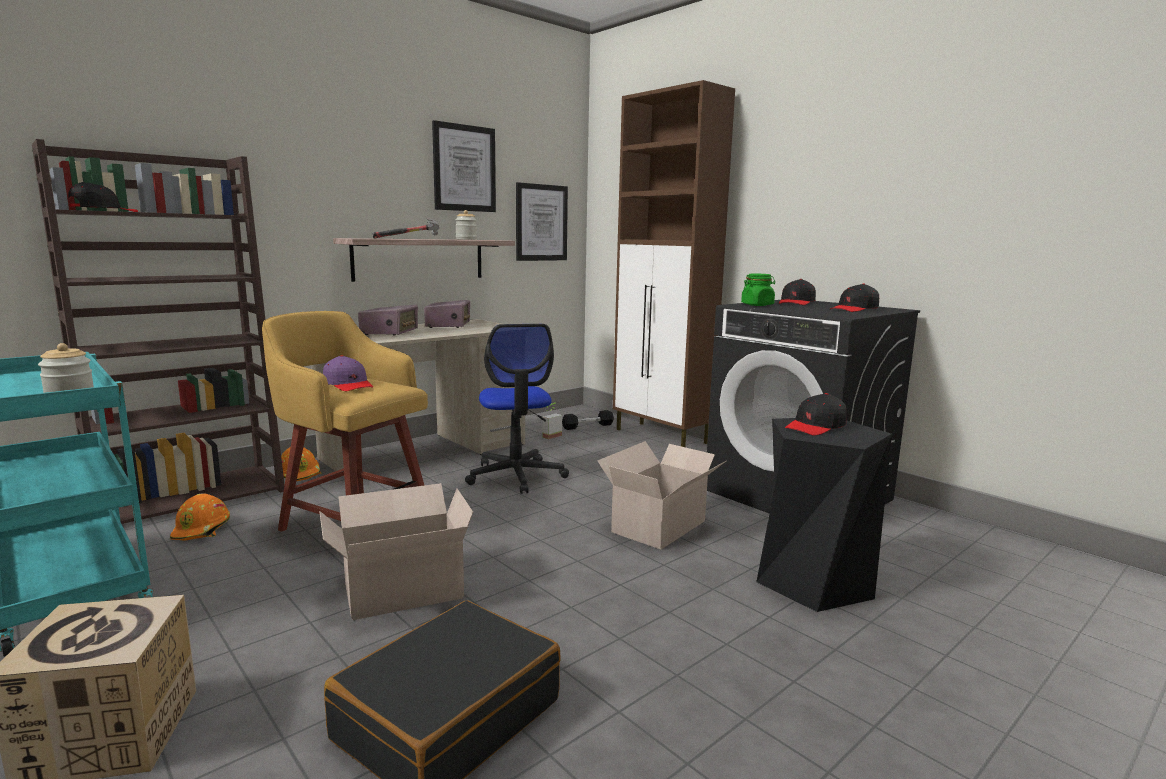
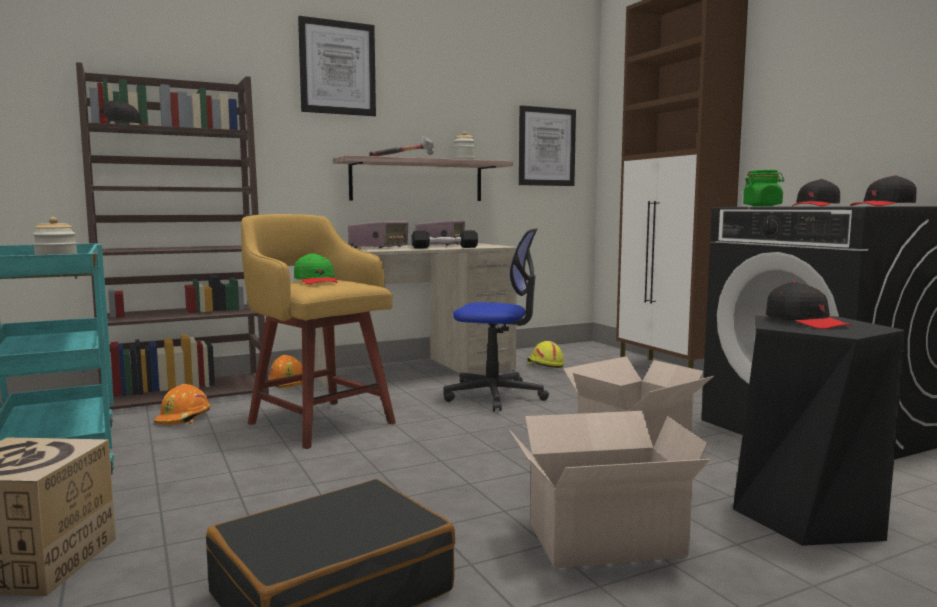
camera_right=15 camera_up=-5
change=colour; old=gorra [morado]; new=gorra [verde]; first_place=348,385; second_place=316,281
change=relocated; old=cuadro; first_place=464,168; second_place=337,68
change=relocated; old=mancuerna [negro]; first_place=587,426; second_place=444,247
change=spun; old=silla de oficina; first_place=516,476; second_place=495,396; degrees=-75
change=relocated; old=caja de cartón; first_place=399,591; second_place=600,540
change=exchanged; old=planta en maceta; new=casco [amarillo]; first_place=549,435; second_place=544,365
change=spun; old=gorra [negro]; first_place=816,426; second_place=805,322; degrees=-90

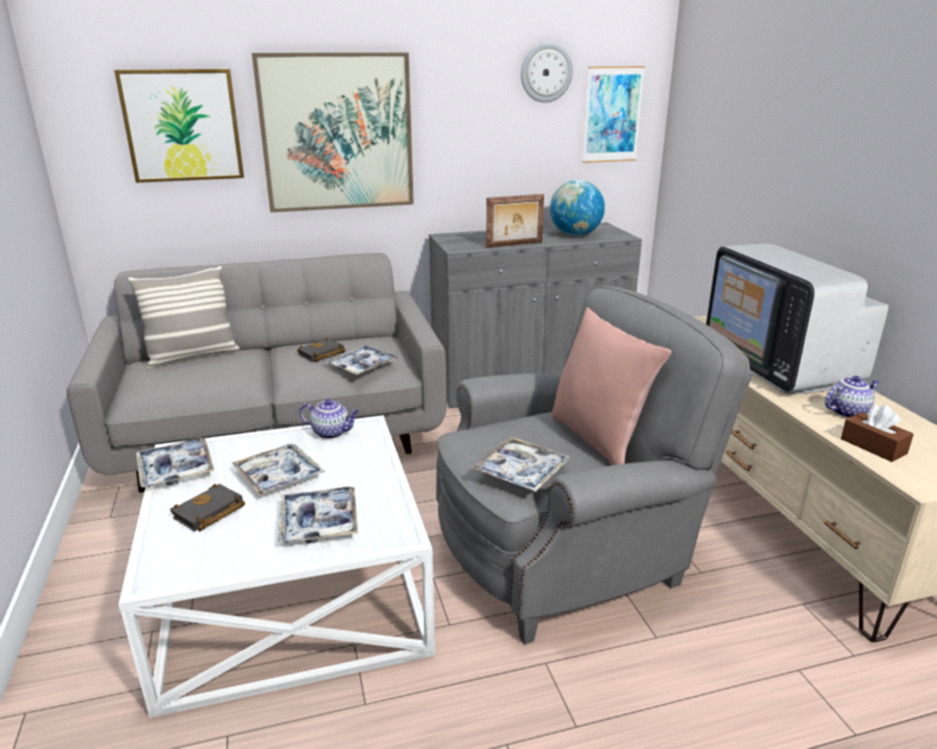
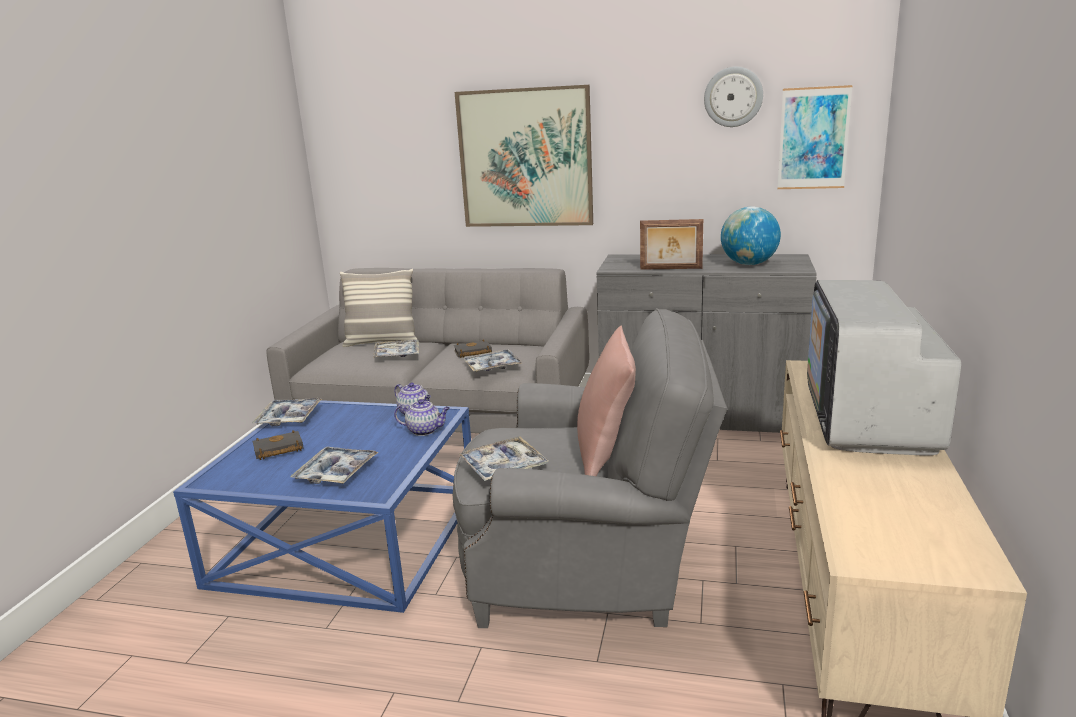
camera_right=30 camera_up=-5
change=colour; old=mesa de centro [blanco]; new=mesa de centro [azul]; first_place=291,589; second_place=350,535
change=relocated; old=bandeja; first_place=279,476; second_place=397,354
change=relocated; old=tetera; first_place=847,411; second_place=425,430
change=missing; old=cuadro; first_place=182,125
change=missing; old=caja de pañuelos [marrón]; first_place=873,446

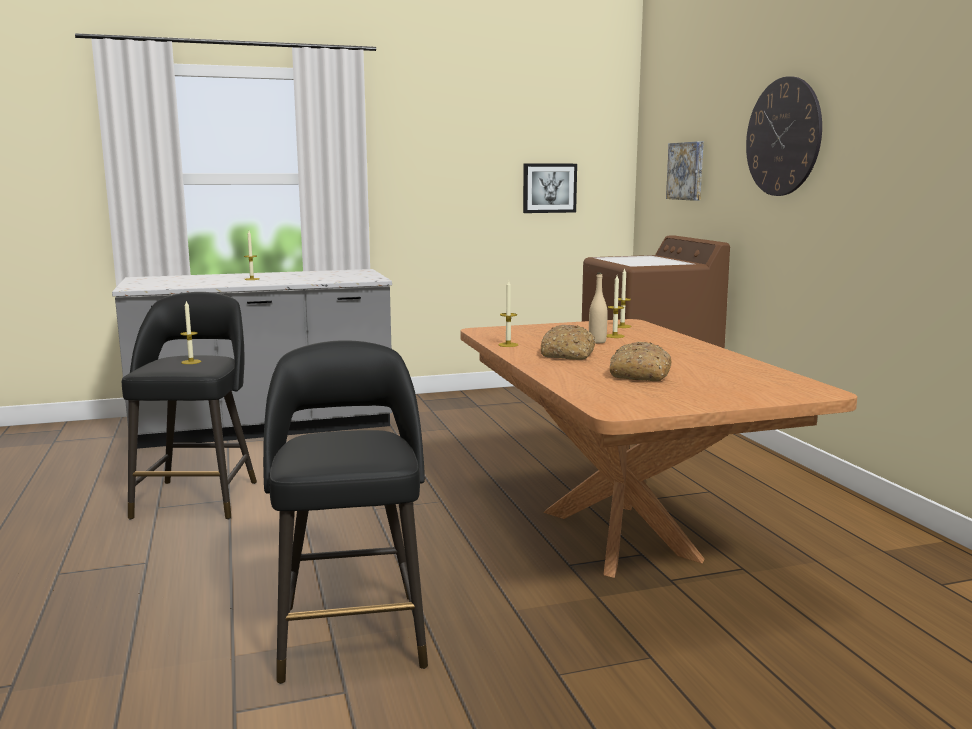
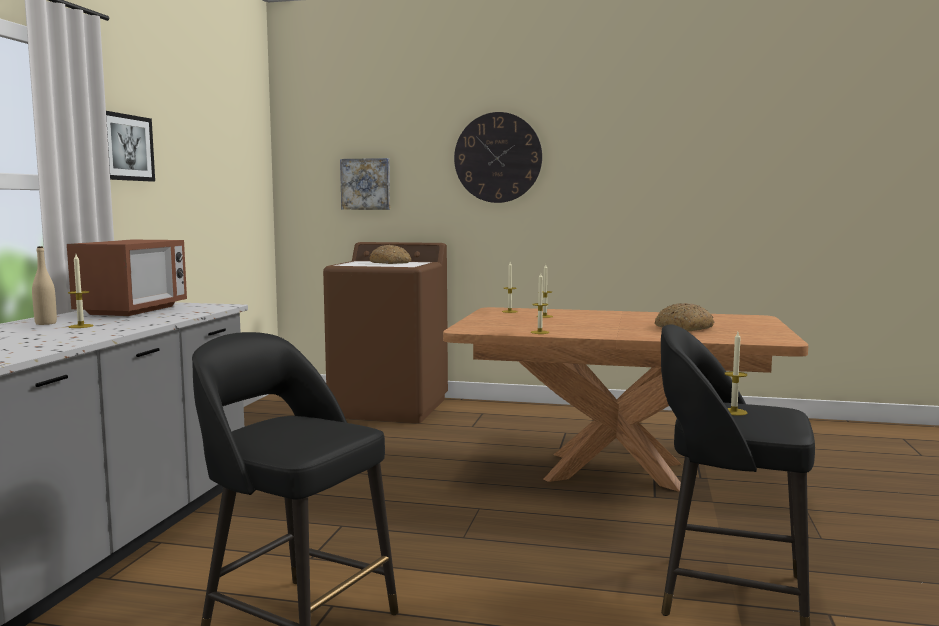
camera_right=-60 camera_up=-5
change=relocated; old=botella [beis]; first_place=597,342; second_place=46,323
change=appeared; new=microondas; second_place=133,310
change=relocated; old=cuadro; first_place=549,188; second_place=125,147
change=relocated; old=pan; first_place=568,354; second_place=390,263
change=relocated; old=vela; first_place=191,362; second_place=734,412

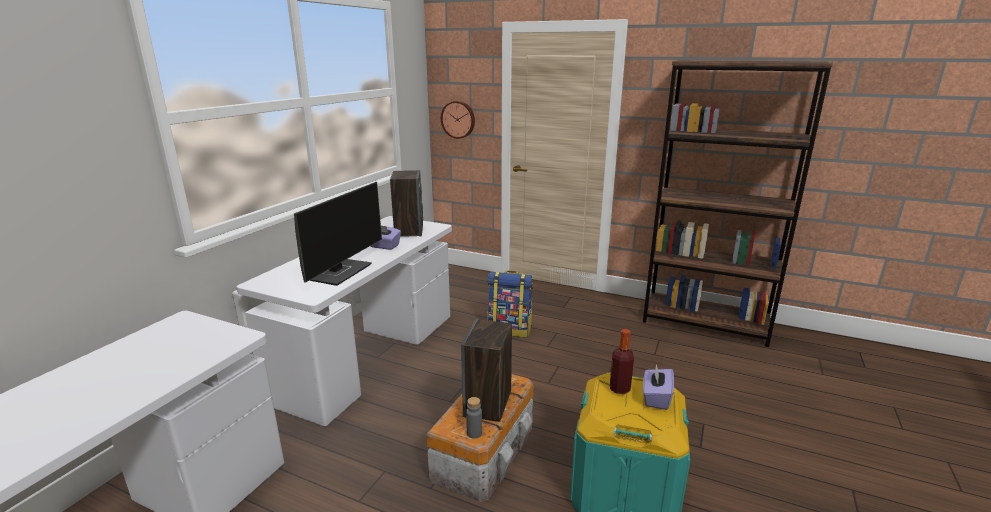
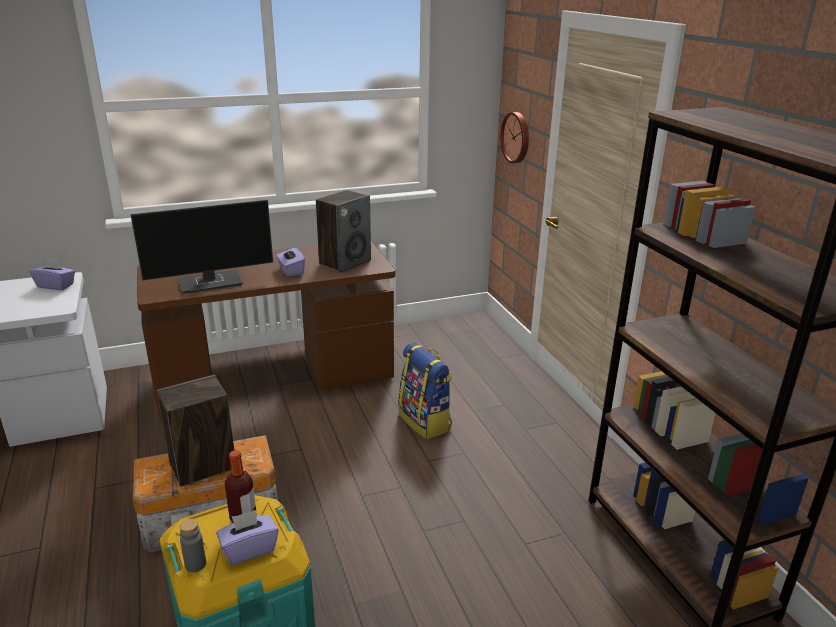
camera_right=45 camera_up=5
change=appeared; new=caja de pañuelos [morado]; second_place=56,285
change=colour; old=escritorio [blanco]; new=escritorio [marrón]; first_place=370,356; second_place=276,380
change=relocated; old=botella [gris]; first_place=474,433; second_place=195,564

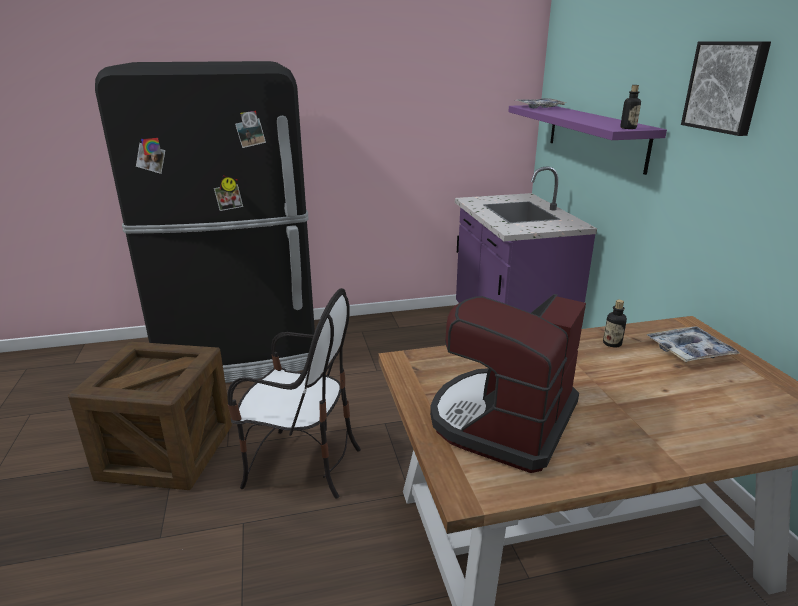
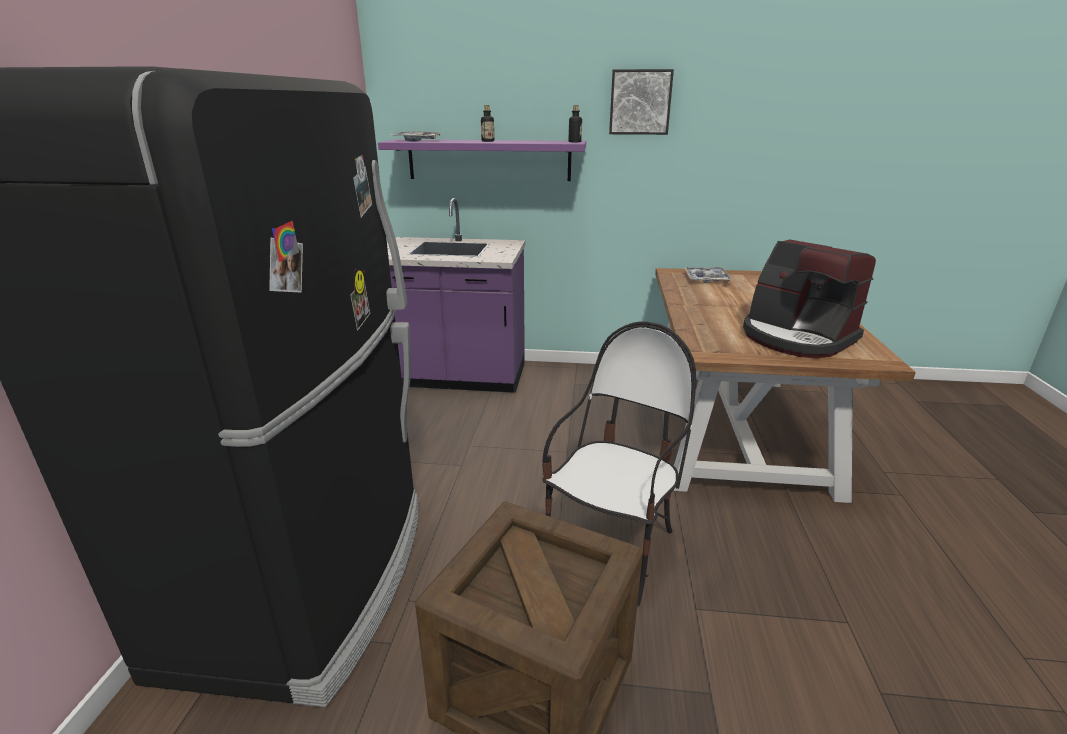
camera_right=-70 camera_up=0
change=relocated; old=botella; first_place=612,343; second_place=488,141

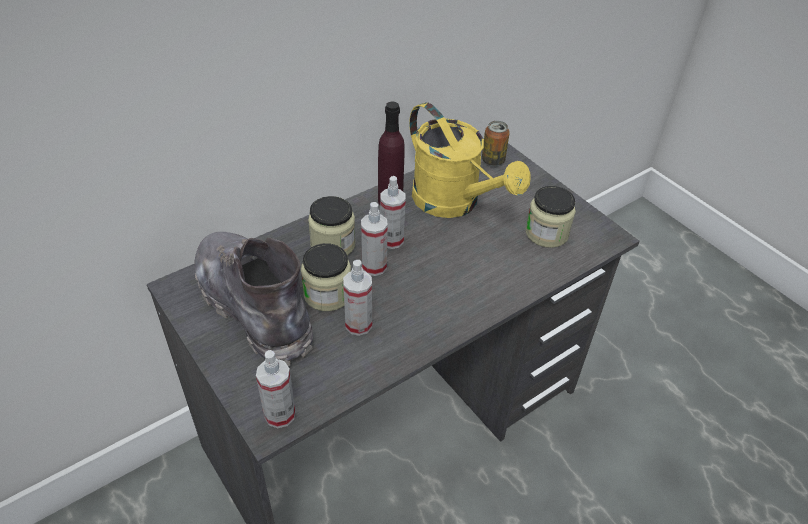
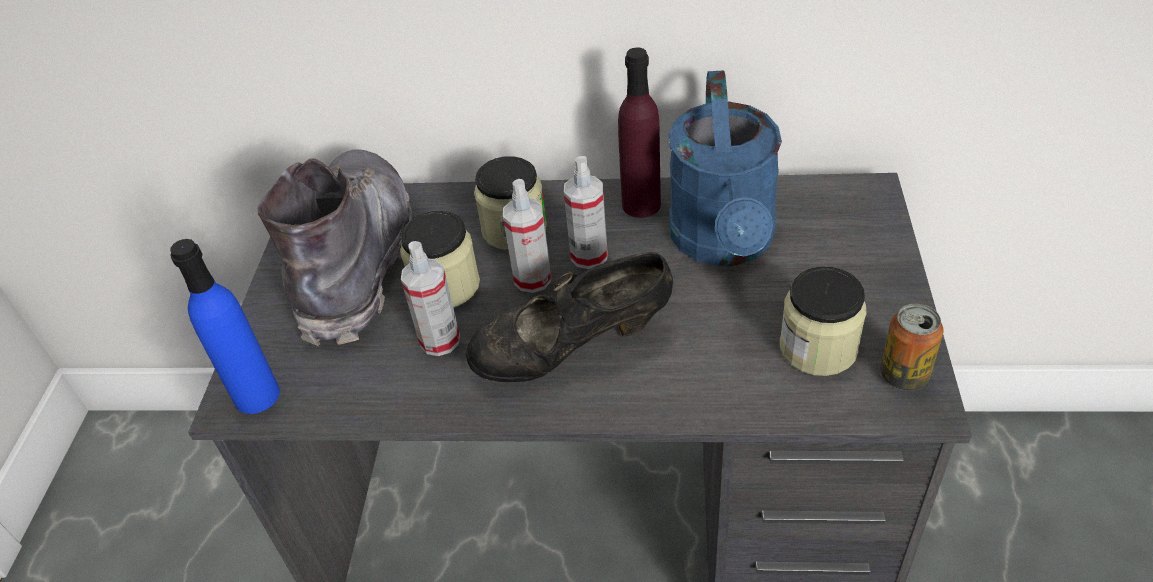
camera_right=45 camera_up=0
change=exchanged; old=pulverizador; new=botella [azul]; first_place=280,414; second_place=257,395
change=appeared; new=zapato [negro]; second_place=572,350
change=colour; old=regadera [amarillo]; new=regadera [azul]; first_place=454,203; second_place=725,244
change=relocated; old=lata; first_place=493,160; second_place=904,375

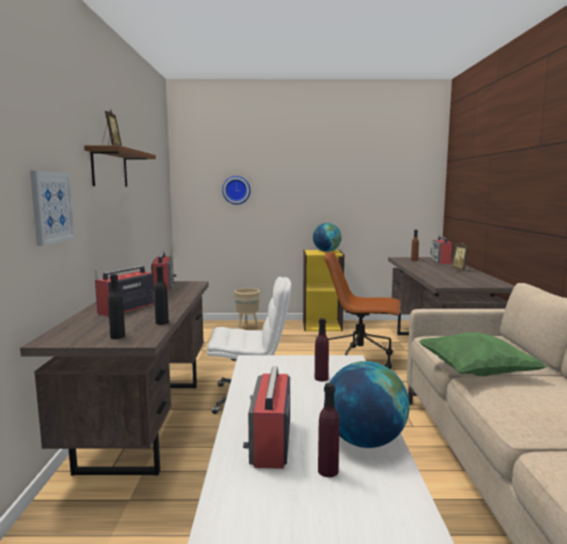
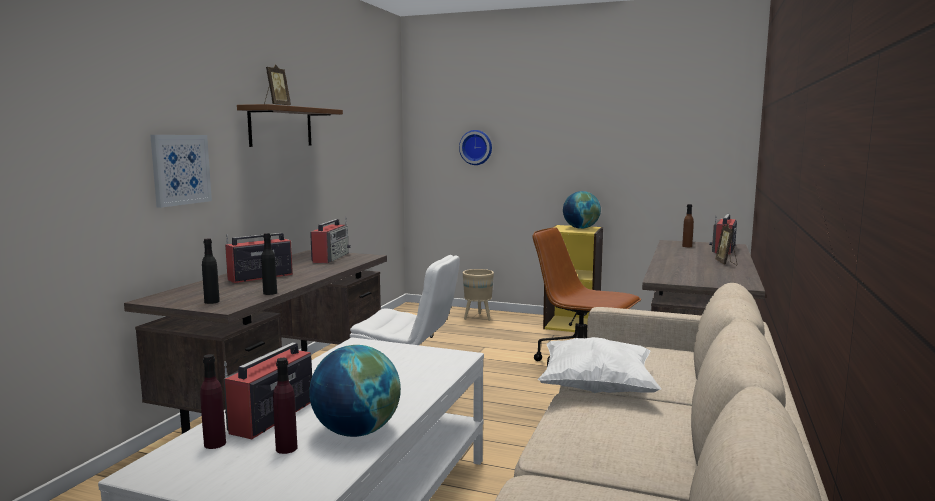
camera_right=20 camera_up=0
change=relocated; old=botella [morado]; first_place=321,378; second_place=215,444
change=colour; old=cojín [verde]; new=cojín [blanco]; first_place=476,372; second_place=597,389

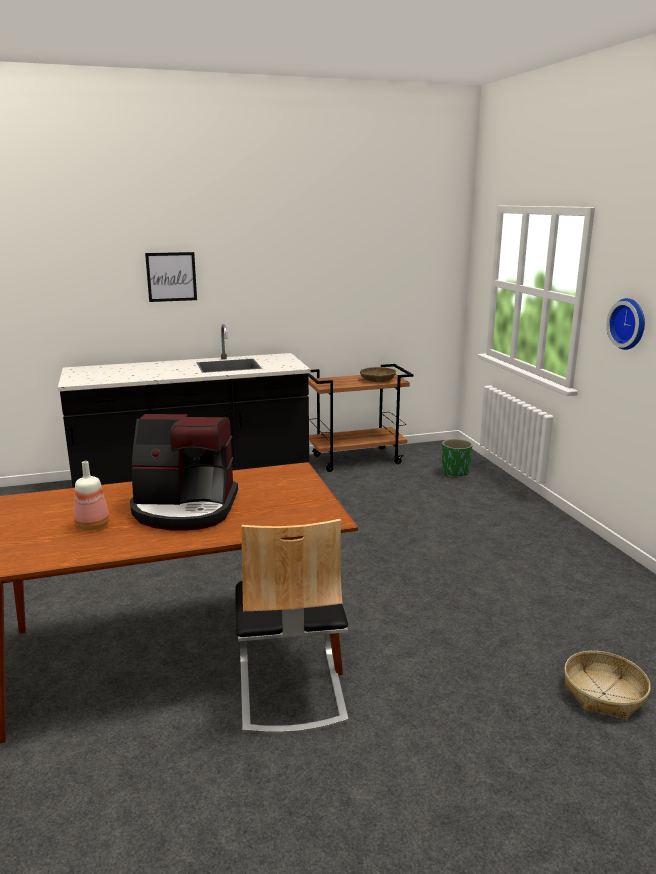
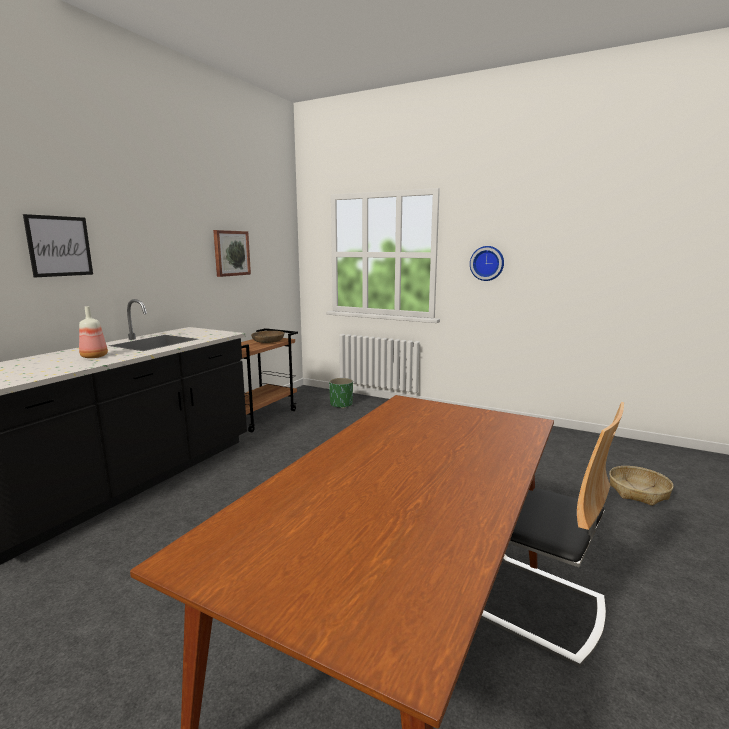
camera_right=-45 camera_up=-5
change=relocated; old=botella; first_place=93,526; second_place=95,356
change=appeared; new=cuadro; second_place=231,253
change=missing; old=cafetera; first_place=185,509

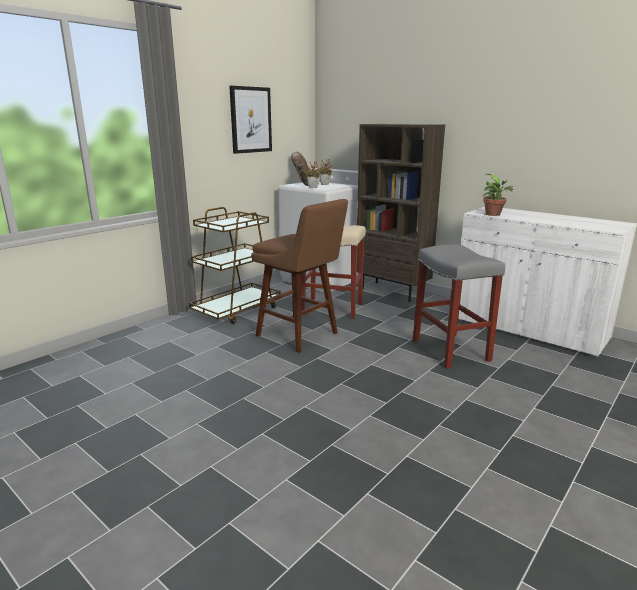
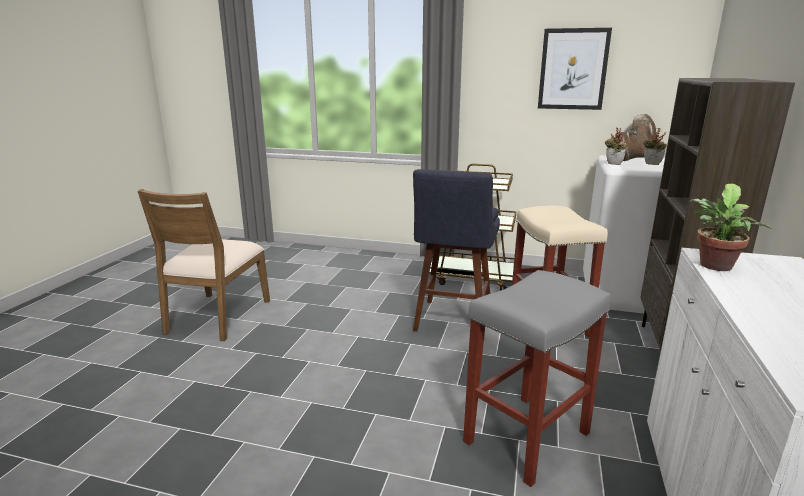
camera_right=65 camera_up=0
change=appeared; new=silla [marrón]; second_place=217,316
change=colour; old=taburete [marrón]; new=taburete [azul]; first_place=301,336; second_place=452,322

